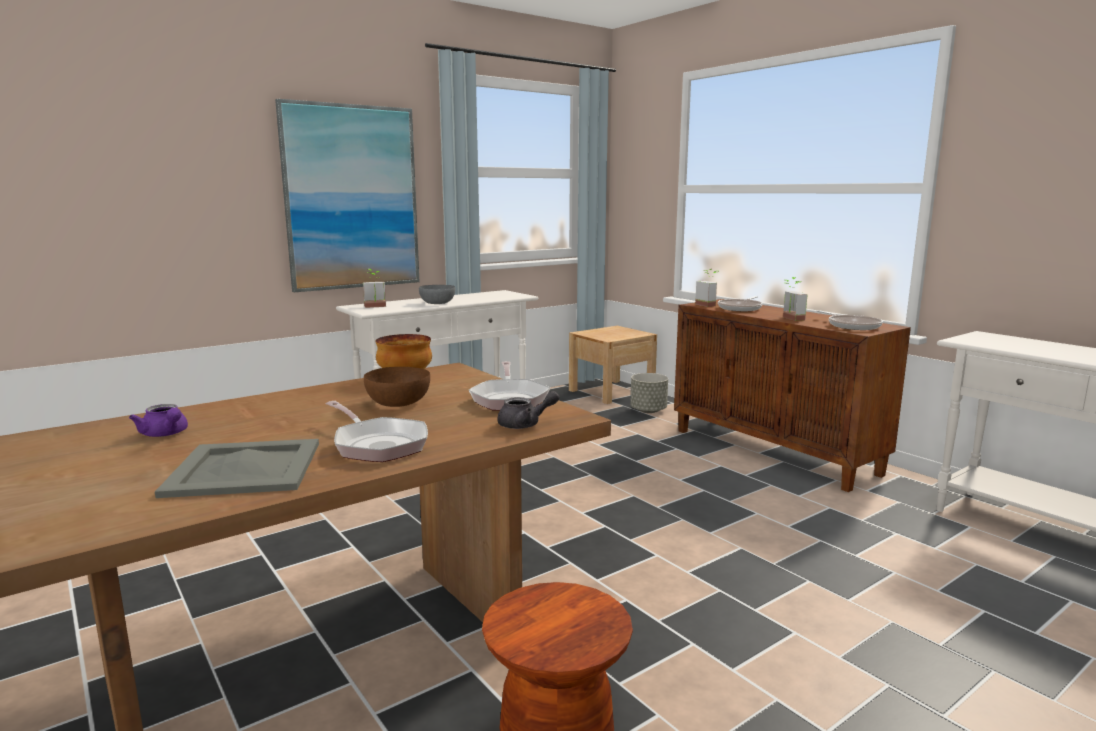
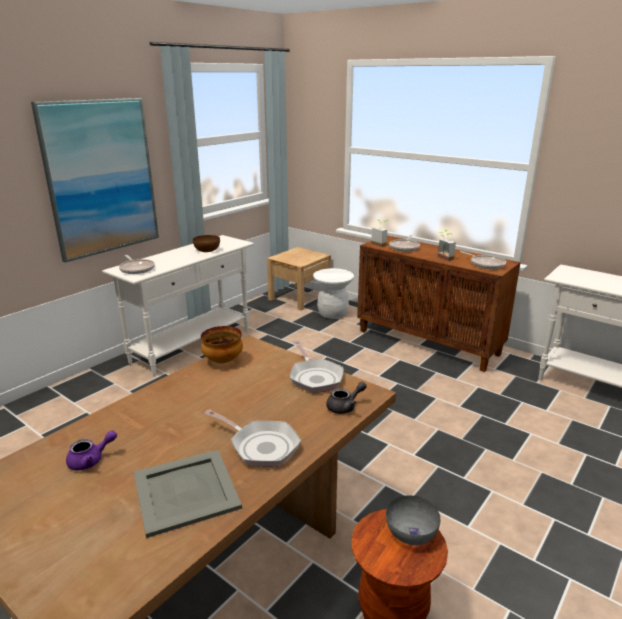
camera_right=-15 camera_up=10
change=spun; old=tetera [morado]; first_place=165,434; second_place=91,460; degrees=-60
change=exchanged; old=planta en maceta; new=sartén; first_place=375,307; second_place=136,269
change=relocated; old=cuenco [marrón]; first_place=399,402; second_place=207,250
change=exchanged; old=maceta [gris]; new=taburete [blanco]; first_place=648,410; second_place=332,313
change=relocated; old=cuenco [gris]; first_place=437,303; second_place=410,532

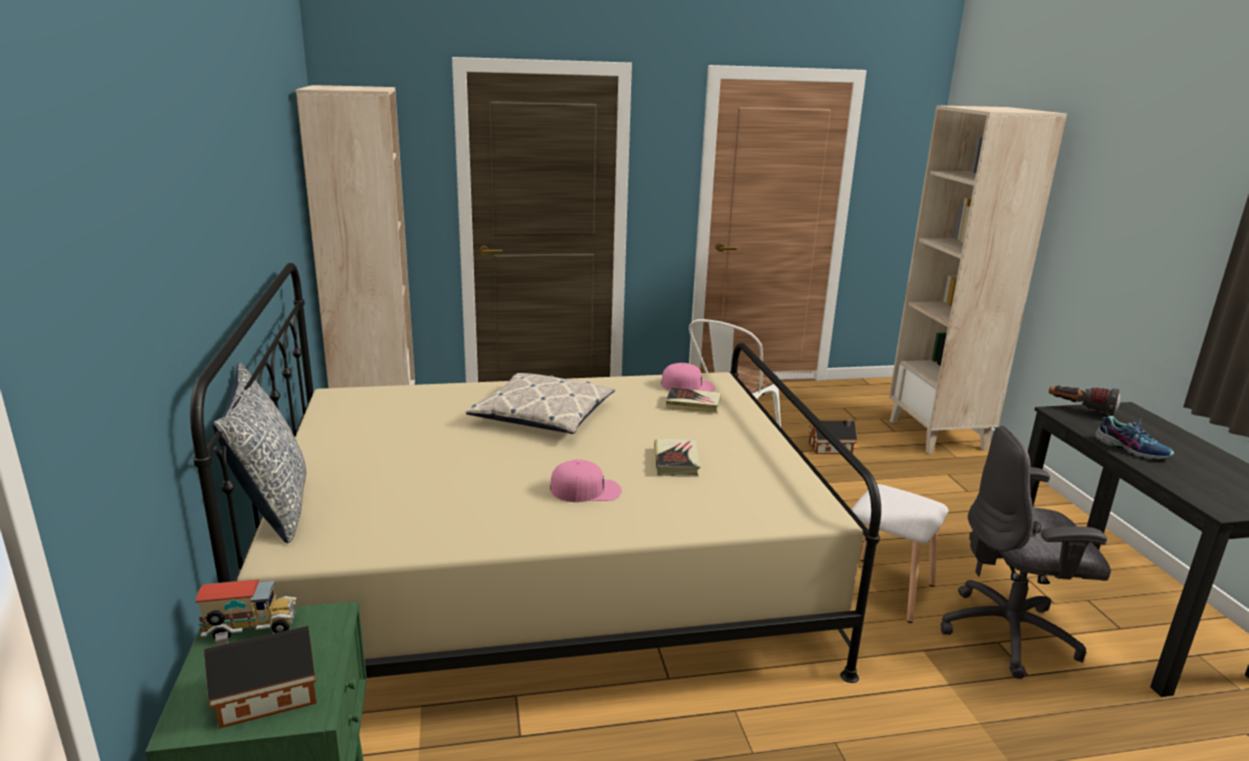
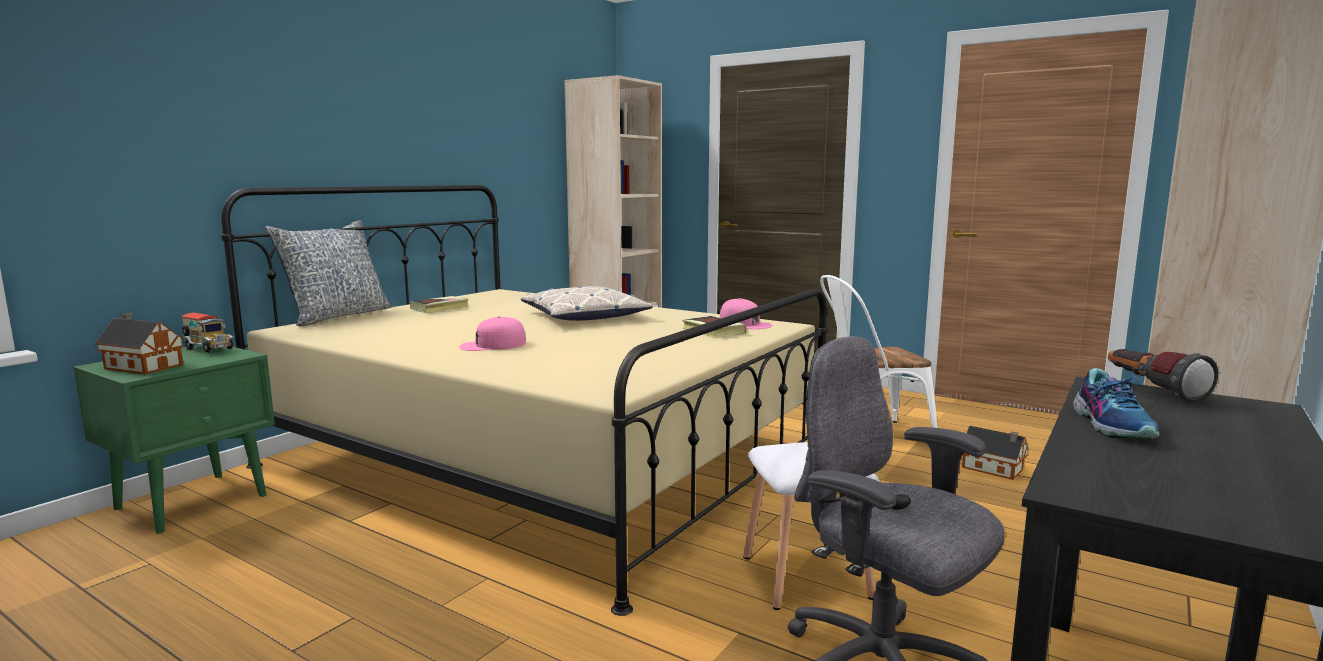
camera_right=45 camera_up=-10
change=relocated; old=libro; first_place=676,462; second_place=440,308
change=spun; old=gorra [rosa]; first_place=586,490; second_place=492,345; degrees=120

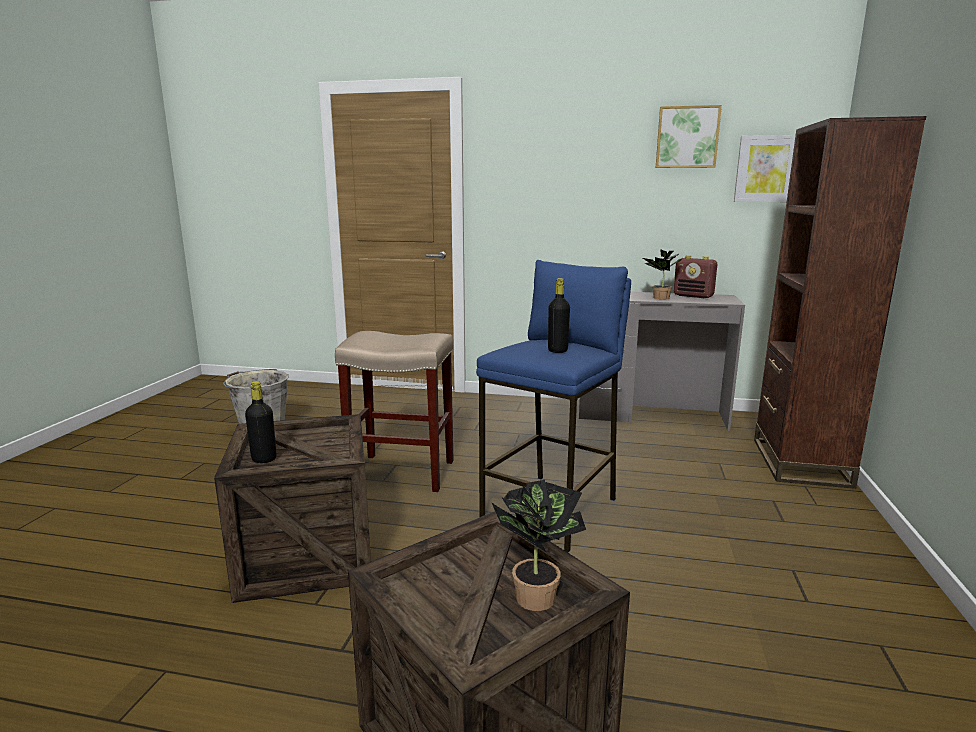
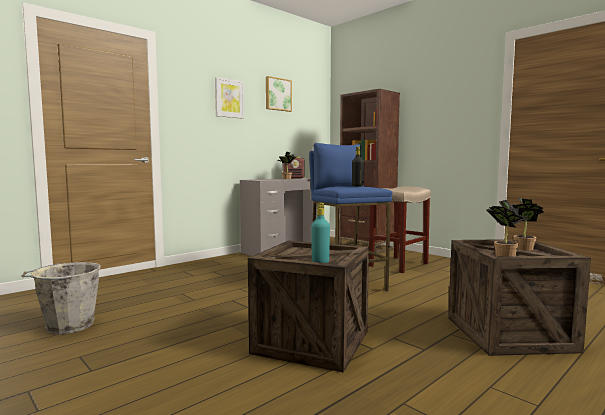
camera_right=-55 camera_up=-10
change=relocated; old=cuadro; first_place=766,169; second_place=229,98
change=colour; old=botella [negro]; new=botella [turquesa]; first_place=264,459; second_place=320,262
change=relocated; old=taburete [beis]; first_place=403,472; second_place=398,264
change=appeared; new=planta en maceta; second_place=504,255

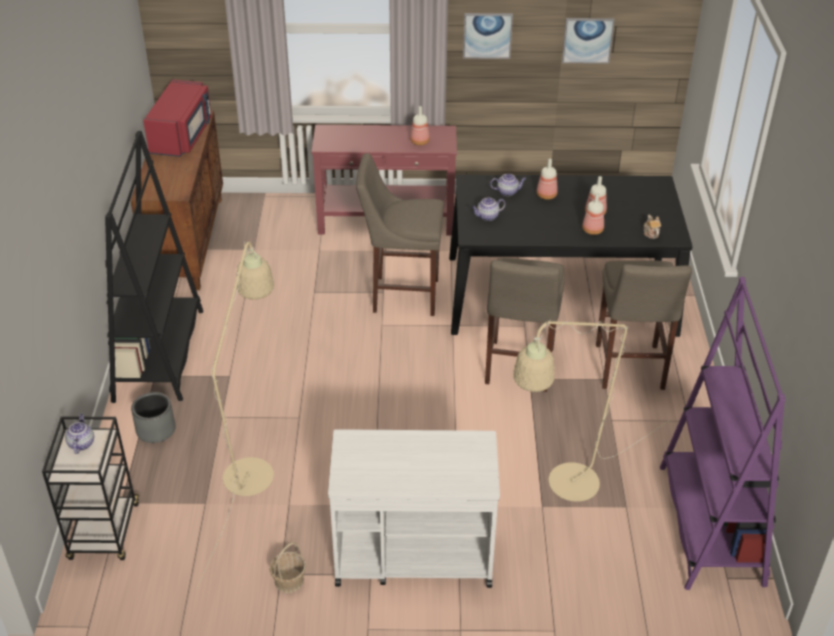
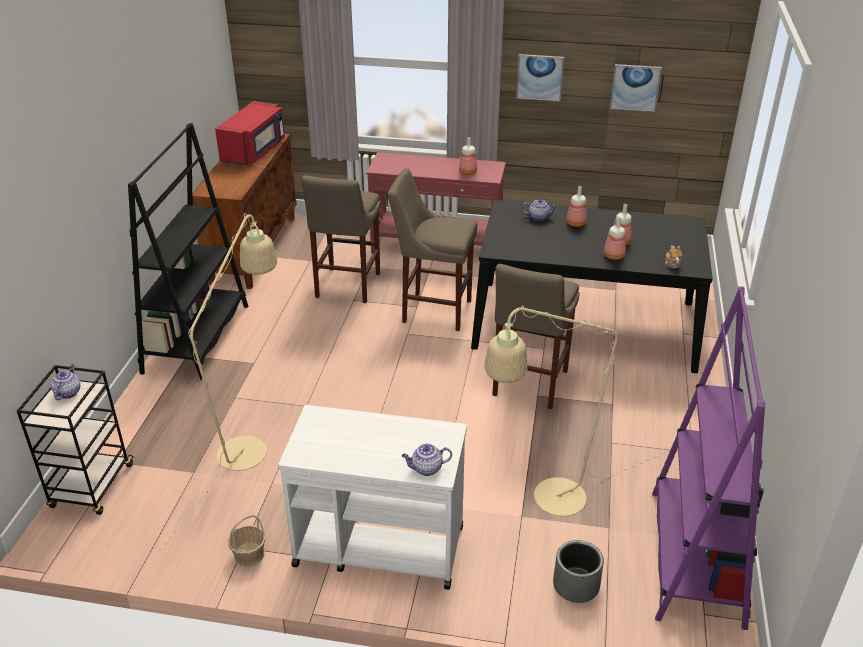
camera_right=10 camera_up=-5
change=relocated; old=taburete [beis]; first_place=629,369; second_place=346,287
change=relocated; old=tetera; first_place=487,217; second_place=426,469
change=relocated; old=maceta [gris]; first_place=155,430; second_place=575,585

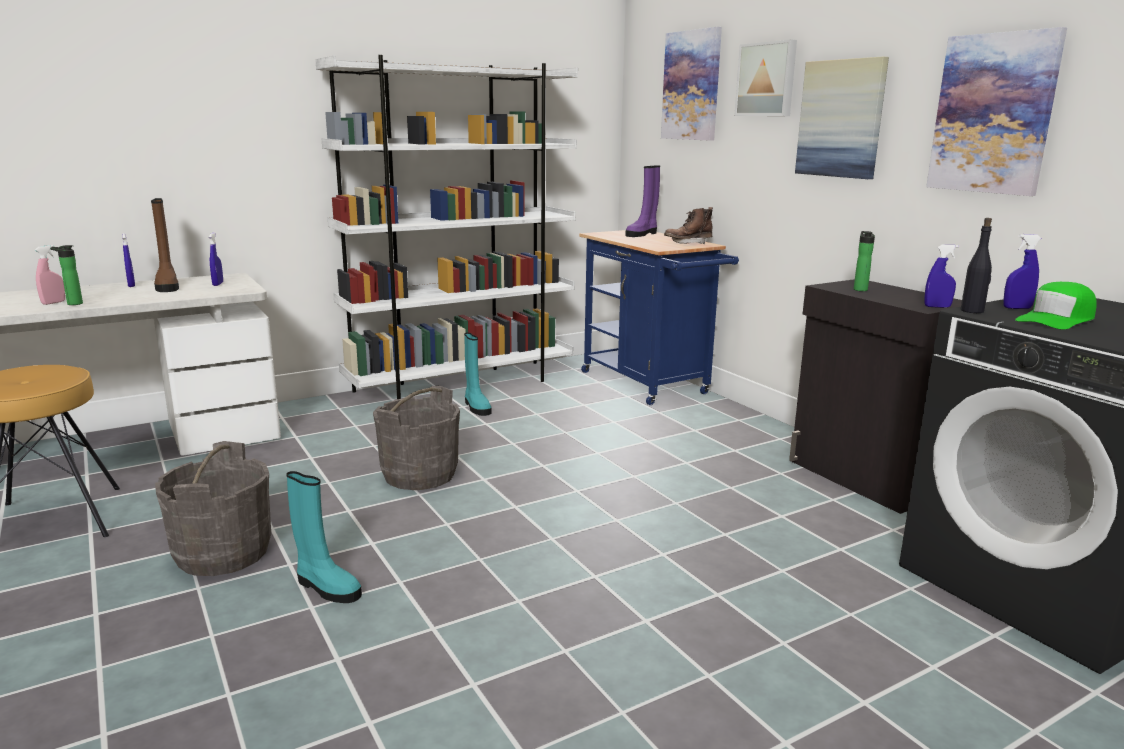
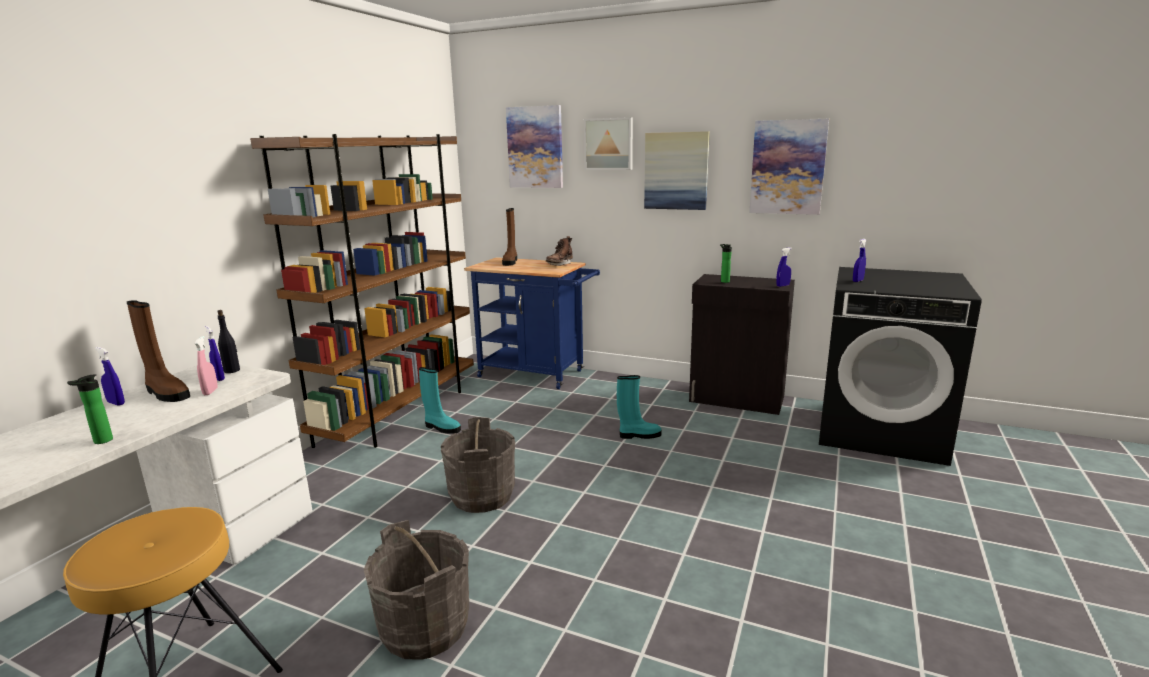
camera_right=-35 camera_up=0
change=relocated; old=pulverizador [rosa]; first_place=53,303; second_place=210,391
change=relocated; old=botella [negro]; first_place=972,311; second_place=232,370
change=colour; old=estantería [blanco]; new=estantería [marrón]; first_place=462,384; second_place=400,412
change=colour; old=bota [morado]; new=bota [marrón]; first_place=642,234; second_place=510,262
change=relocated; old=bota [turquesa]; first_place=326,588; second_place=639,435
change=missing; old=gorra [verde]; first_place=1056,320

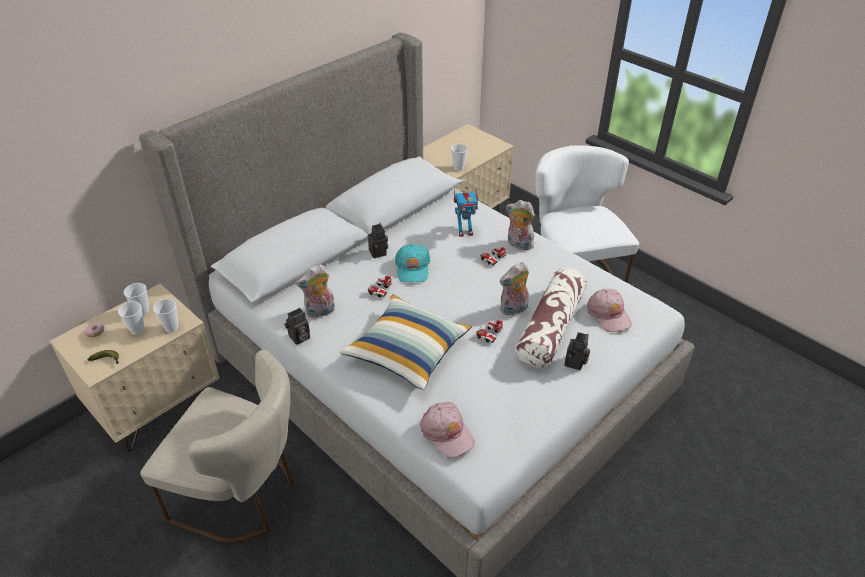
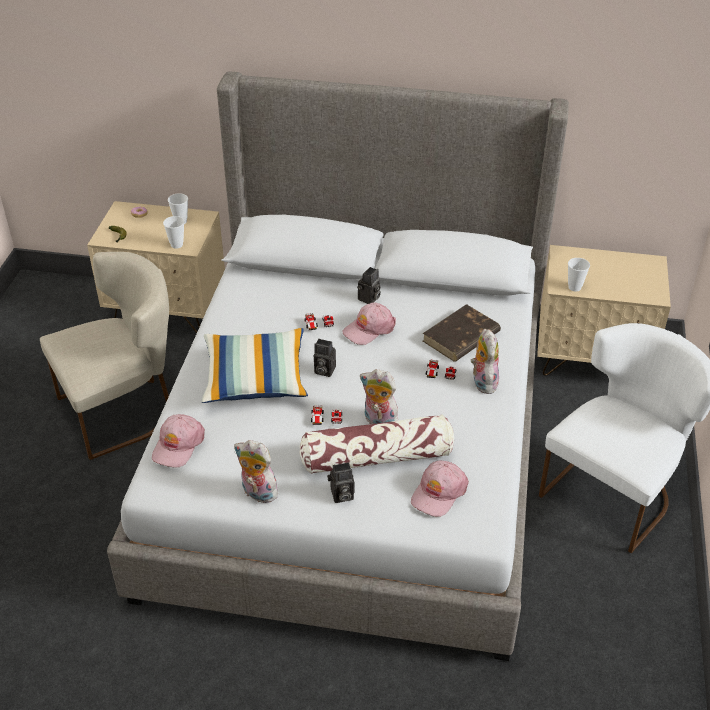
camera_right=55 camera_up=0
change=spun; old=silla [beis]; first_place=243,496; second_place=124,409; degrees=-105
change=relocated; old=peluche; first_place=320,312; second_place=257,493
change=relocated; old=cámara; first_place=299,338; second_place=323,370
change=colour; old=gorra [turquesa]; new=gorra [rosa]; first_place=413,268; second_place=369,329
change=exchanged; old=robot de juguete; new=libro [marrón]; first_place=465,232; second_place=460,337
change=missing; old=taza; first_place=137,330

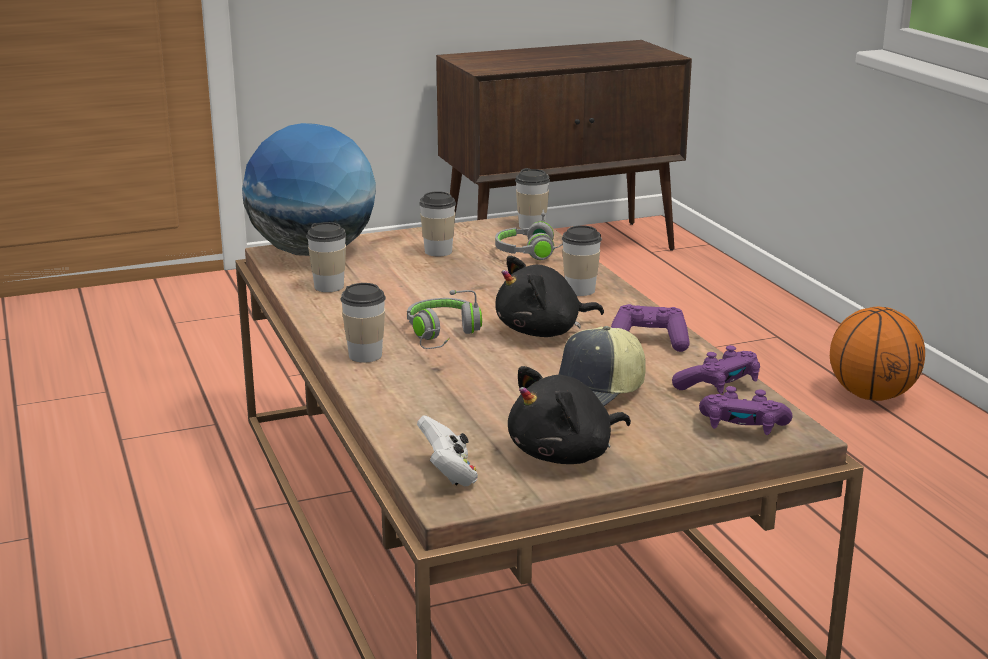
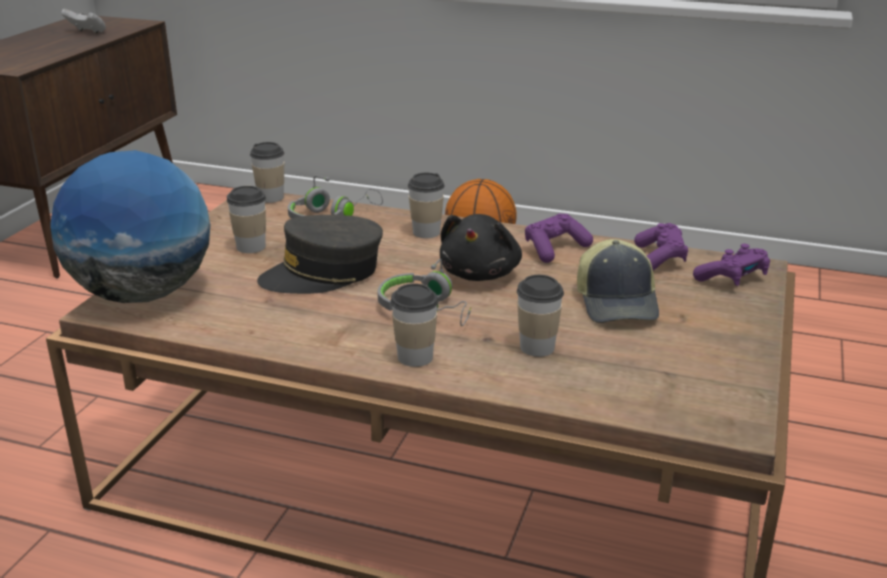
camera_right=-50 camera_up=5
change=relocated; old=mando de consola [blanco]; first_place=448,474; second_place=87,32
change=appeared; new=gorra [gris]; second_place=323,273
change=relocated; old=taza; first_place=329,287; second_place=537,347
change=missing; old=peluche [negro]; first_place=565,454

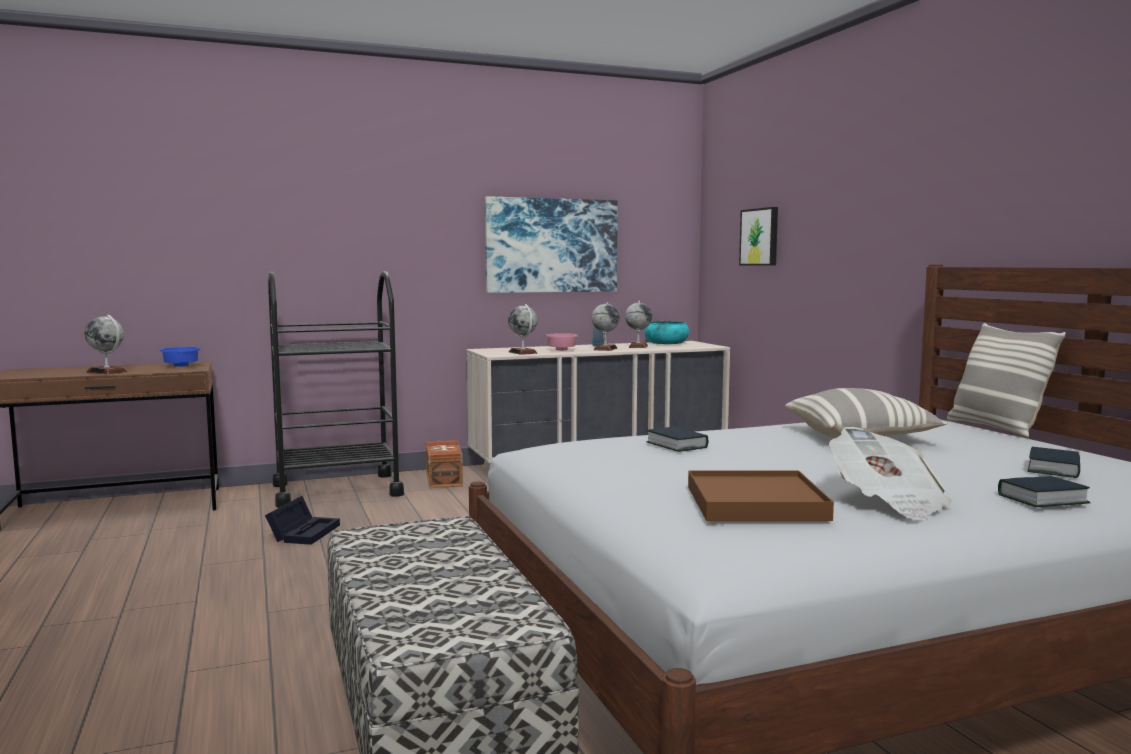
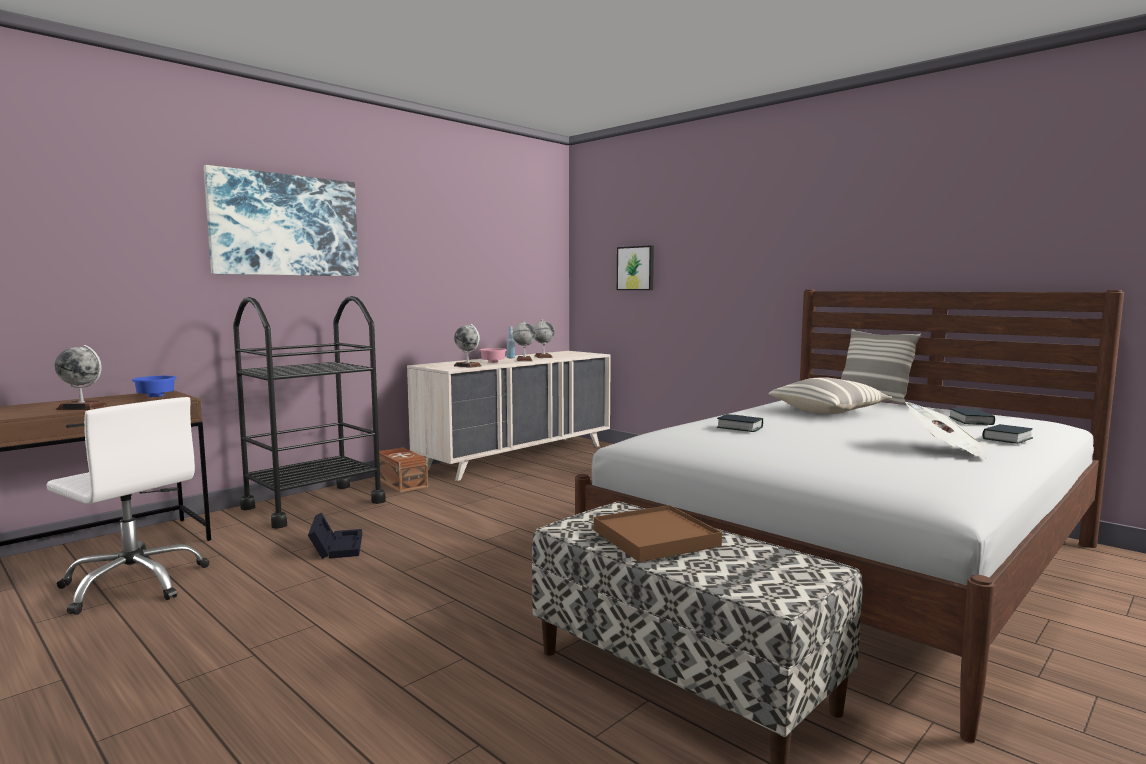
camera_right=-25 camera_up=0
change=appeared; new=silla de oficina [blanco]; second_place=134,583
change=relocated; old=cuadro; first_place=551,245; second_place=285,225
change=relocated; old=bandeja [marrón]; first_place=755,503; second_place=656,538
change=missing; old=cuenco [turquesa]; first_place=666,343

